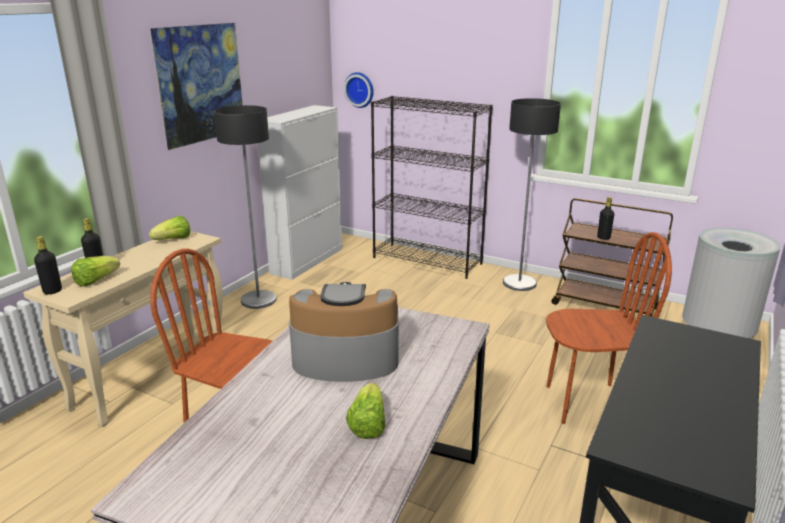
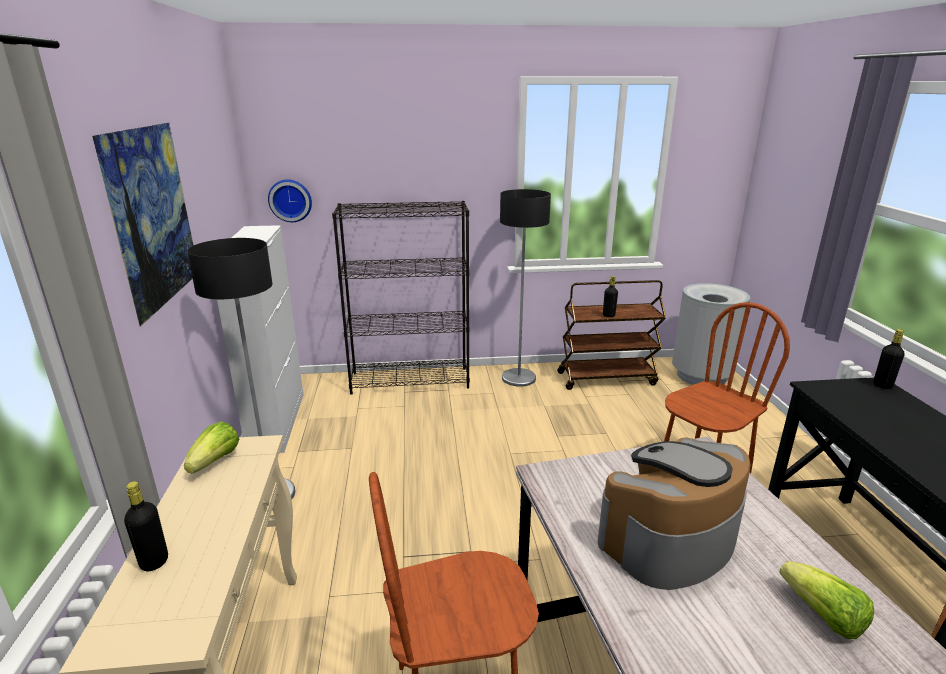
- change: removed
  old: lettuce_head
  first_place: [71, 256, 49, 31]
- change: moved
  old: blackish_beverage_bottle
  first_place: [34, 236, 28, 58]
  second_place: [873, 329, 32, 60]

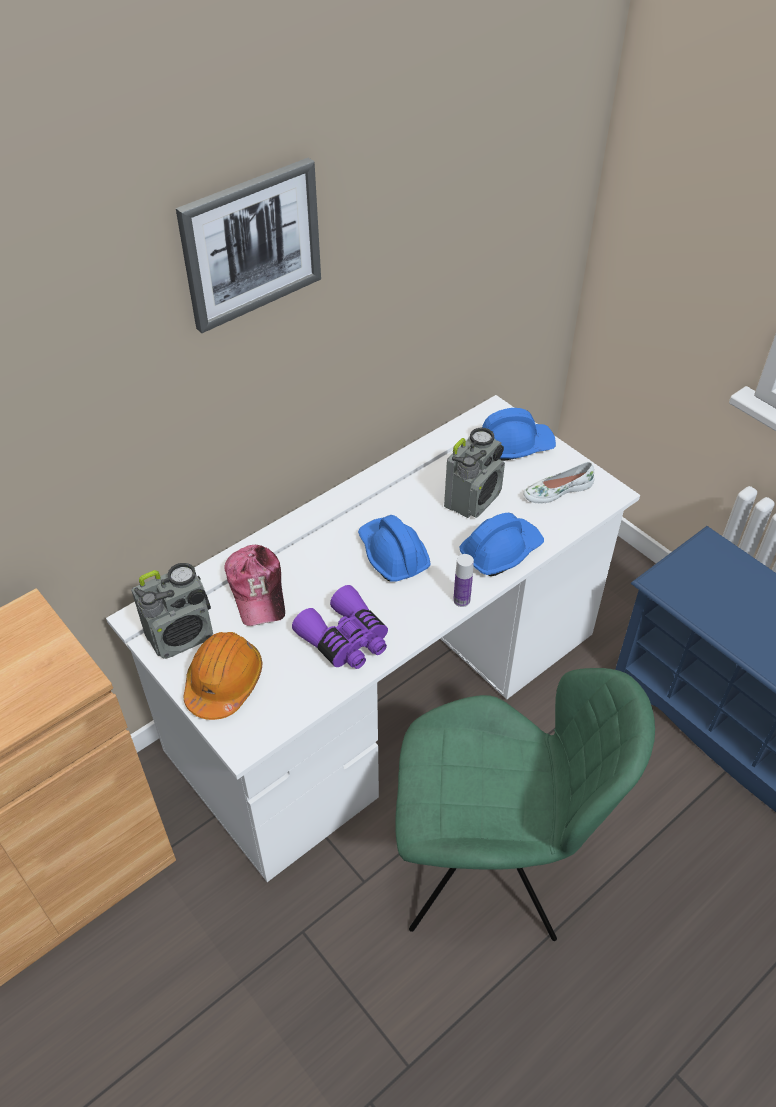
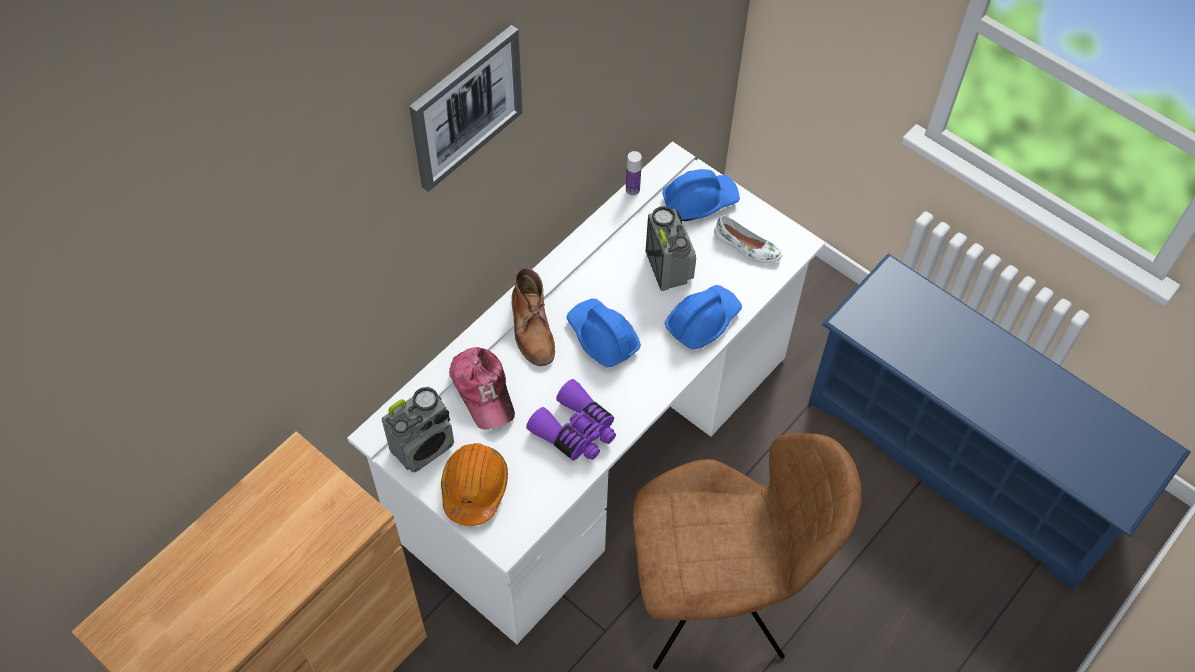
- change: added
  new: brownish_boot
  second_place: [512, 267, 43, 99]
- change: moved
  old: beverage_bottle
  first_place: [453, 554, 21, 53]
  second_place: [626, 151, 16, 45]
- change: recoloured
  old: greenish_chair
  new: brownish_chair
  first_place: [395, 668, 260, 273]
  second_place: [633, 433, 228, 236]
- change: turned
  old: radio
  first_place: [444, 427, 61, 91]
  second_place: [645, 206, 51, 85]
  degrees: -45
- change: turned
  old: white_item_of_footwear
  first_place: [523, 462, 71, 41]
  second_place: [714, 215, 68, 48]
  degrees: -120

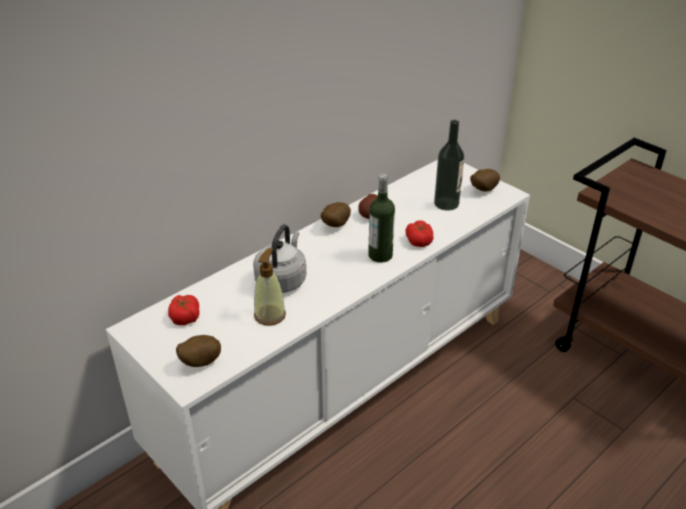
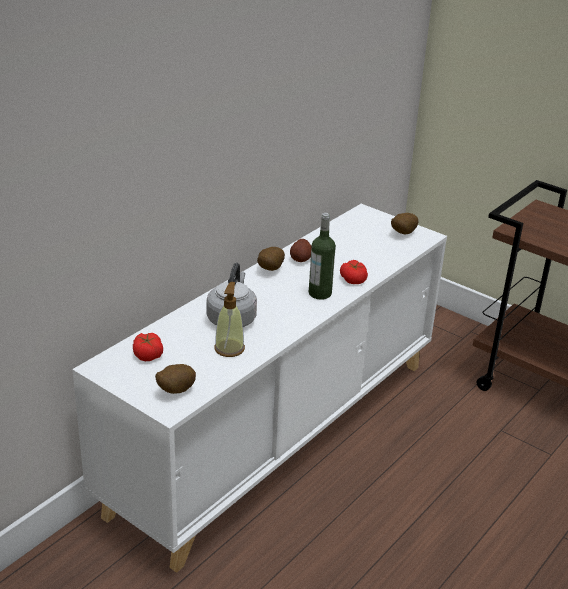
- change: removed
  old: beverage_bottle
  first_place: [434, 120, 30, 91]

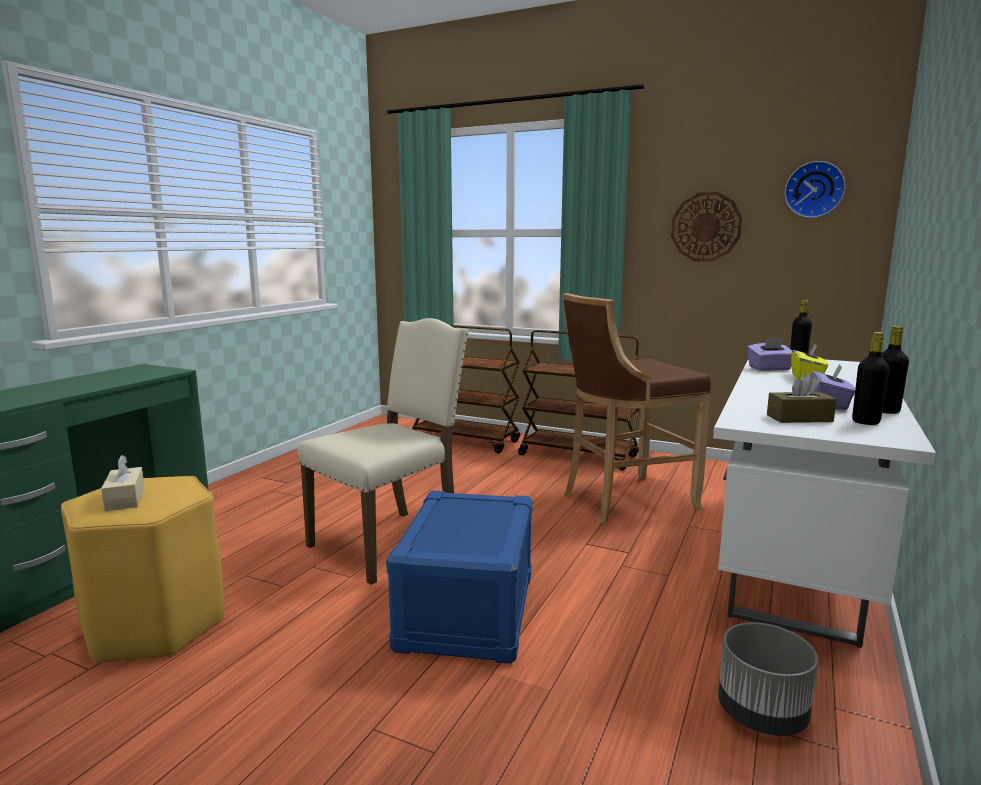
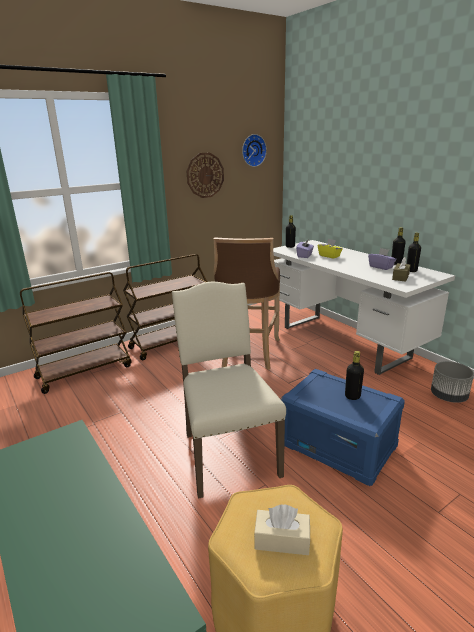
- change: added
  new: blackish_beverage_bottle
  second_place: [345, 351, 19, 49]

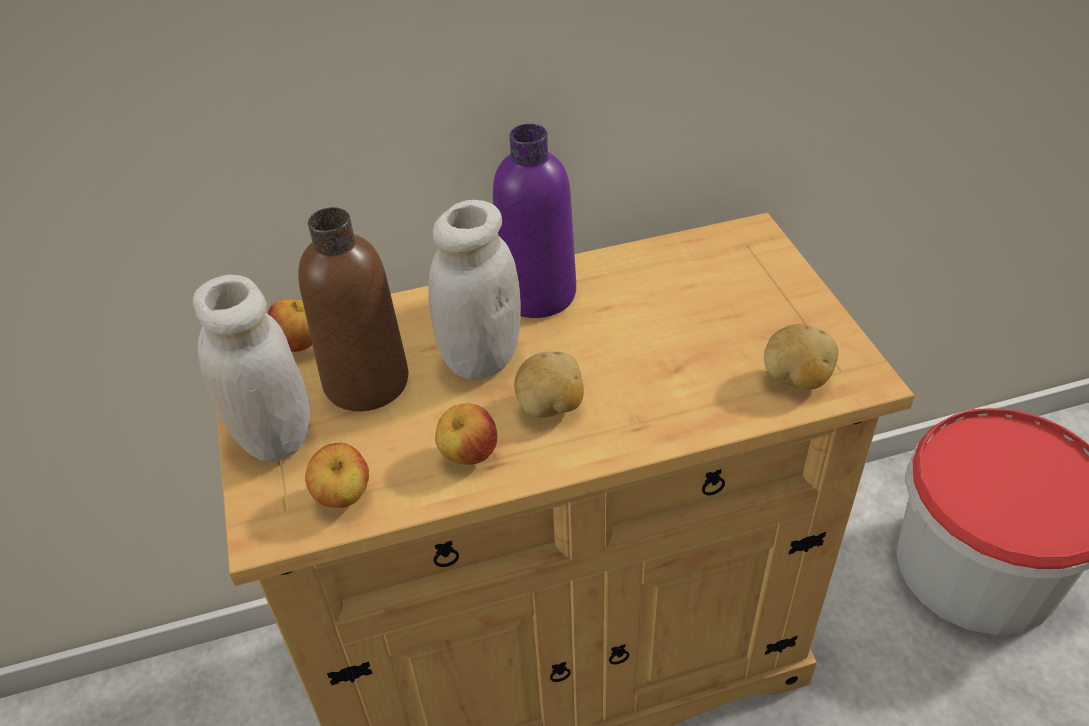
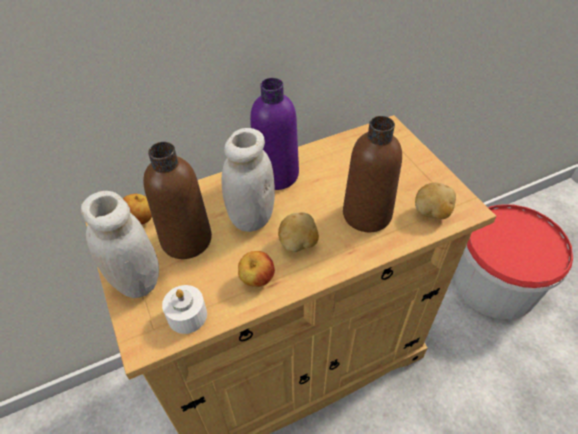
- change: added
  new: brownish_beverage_bottle
  second_place: [343, 116, 59, 116]
- change: replaced
  old: apple
  new: white_wax_light
  first_place: [305, 443, 64, 65]
  second_place: [162, 285, 45, 49]

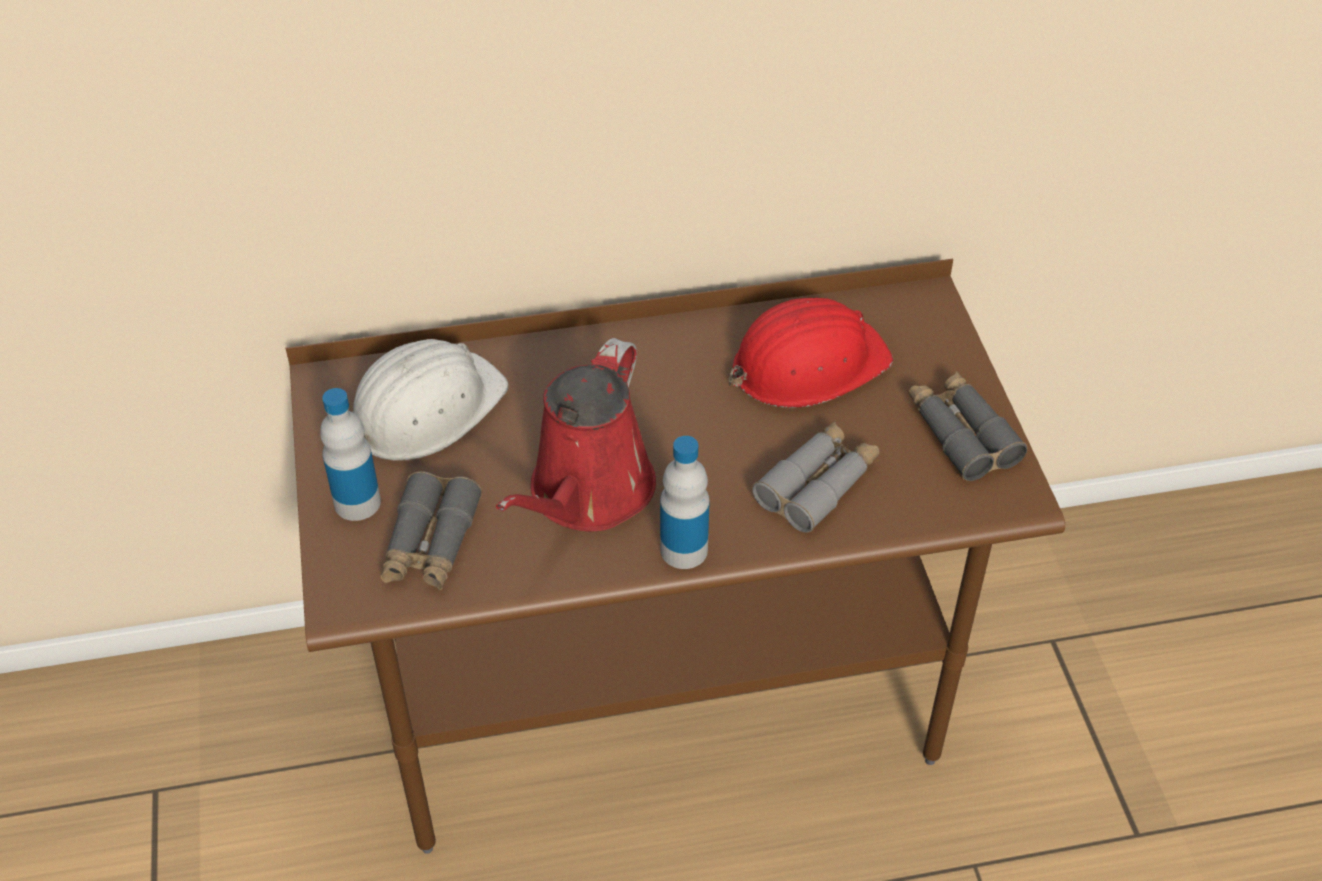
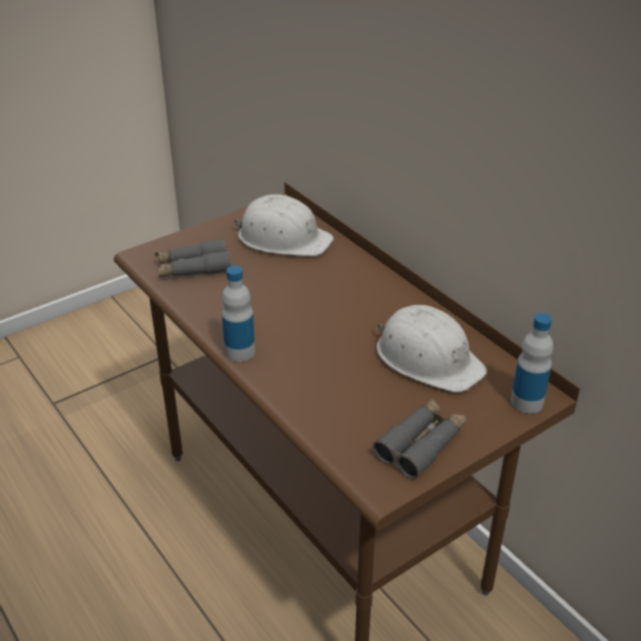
- change: removed
  old: reddish_sprinkling_can
  first_place: [496, 338, 160, 194]
- change: removed
  old: gray_field_glasses
  first_place: [752, 421, 128, 111]
- change: moved
  old: beverage_bottle
  first_place: [320, 388, 61, 133]
  second_place: [511, 313, 42, 101]
- change: recoloured
  old: reddish_safety_helmet
  new: white_safety_helmet
  first_place: [729, 298, 164, 110]
  second_place: [377, 305, 110, 88]

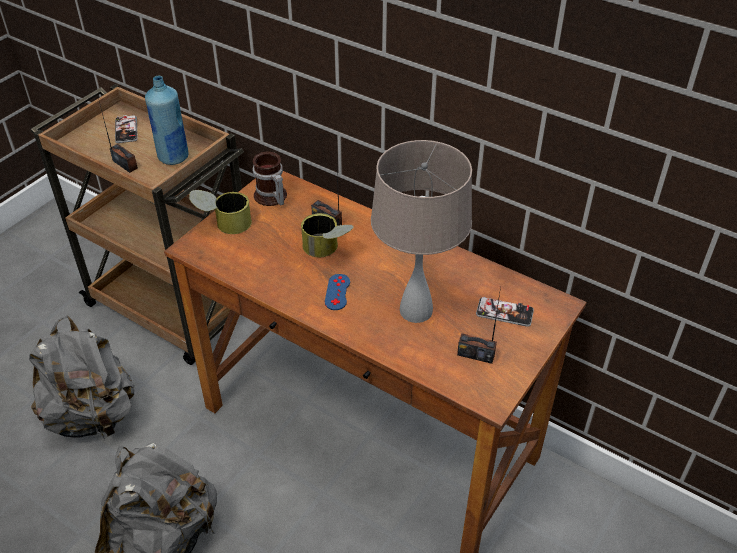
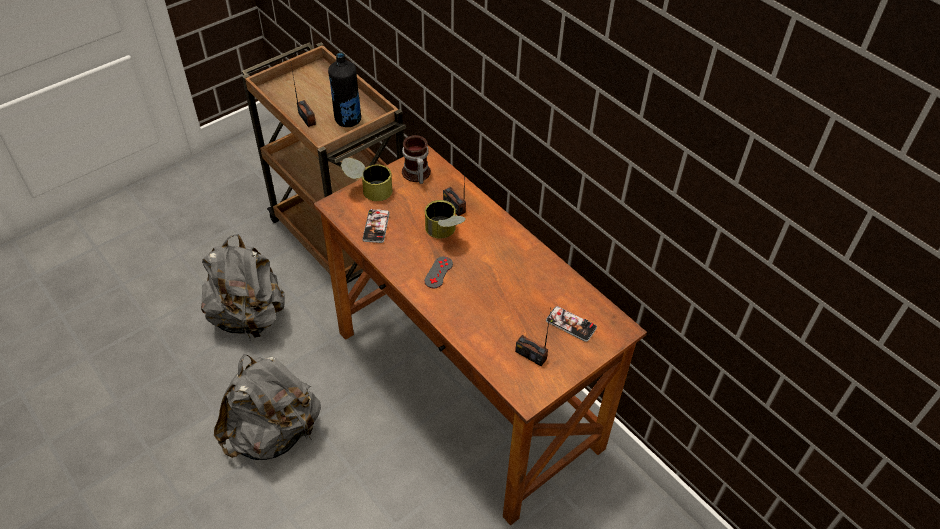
- change: removed
  old: sand-coloured_table_lamp
  first_place: [371, 140, 101, 183]
- change: moved
  old: handset
  first_place: [115, 114, 23, 29]
  second_place: [363, 209, 27, 34]
- change: recoloured
  old: blue-coloured_beverage_bottle
  new: blackish_beverage_bottle
  first_place: [145, 75, 44, 90]
  second_place: [328, 53, 33, 74]
- change: recoloured
  old: blue-coloured_game_controller
  new: gray_game_controller
  first_place: [325, 274, 25, 36]
  second_place: [424, 257, 29, 31]

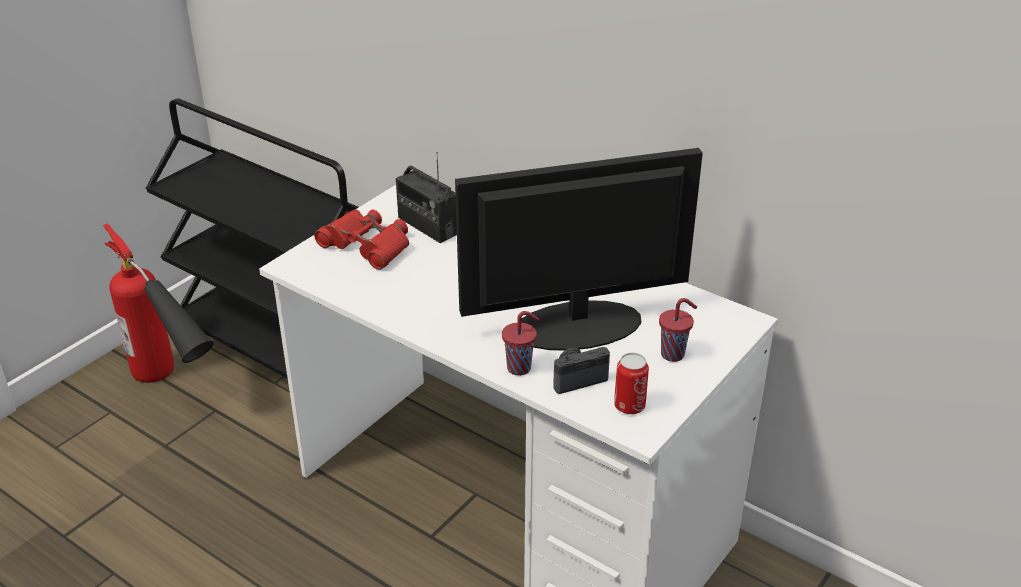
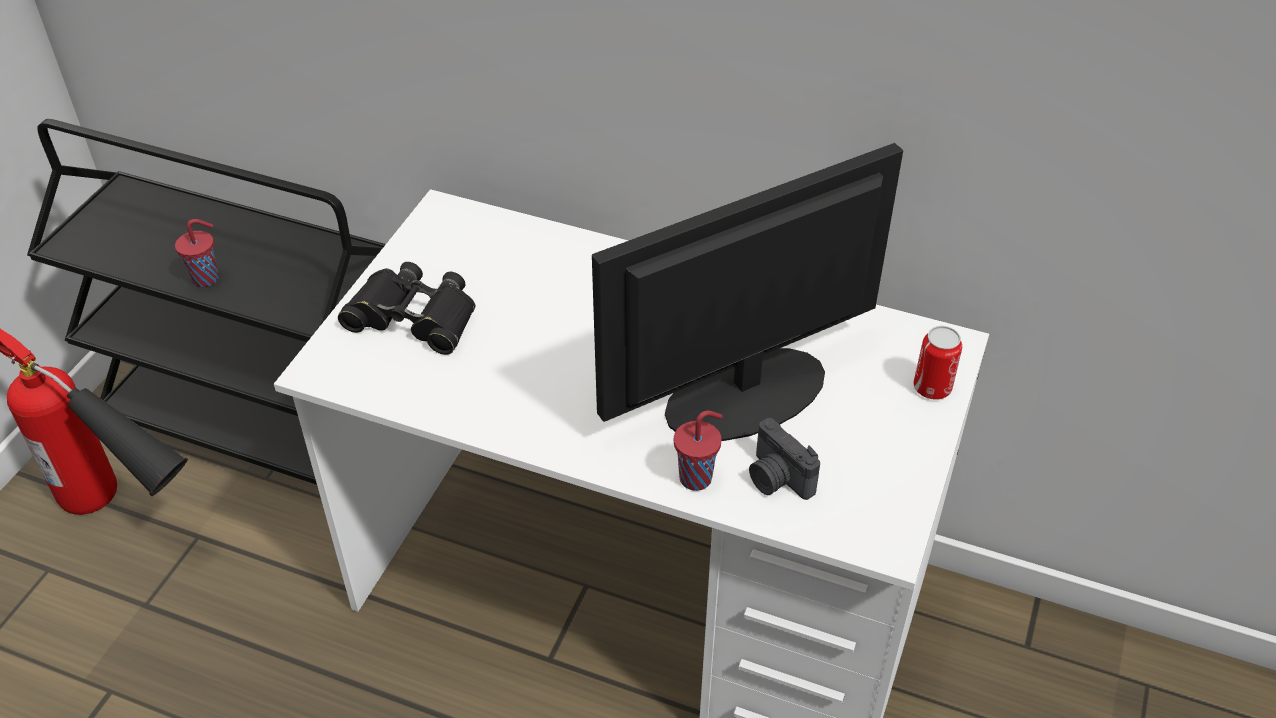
- change: removed
  old: radio
  first_place: [396, 152, 61, 91]
- change: moved
  old: can
  first_place: [614, 353, 35, 61]
  second_place: [914, 326, 48, 74]
- change: moved
  old: reddish_cup
  first_place: [659, 298, 38, 64]
  second_place: [175, 219, 43, 68]
- change: recoloured
  old: reddish_field_glasses
  new: blackish_field_glasses
  first_place: [314, 209, 95, 61]
  second_place: [338, 262, 137, 93]
- change: turned
  old: photo_camera
  first_place: [553, 347, 57, 47]
  second_place: [749, 418, 71, 82]
  degrees: -90

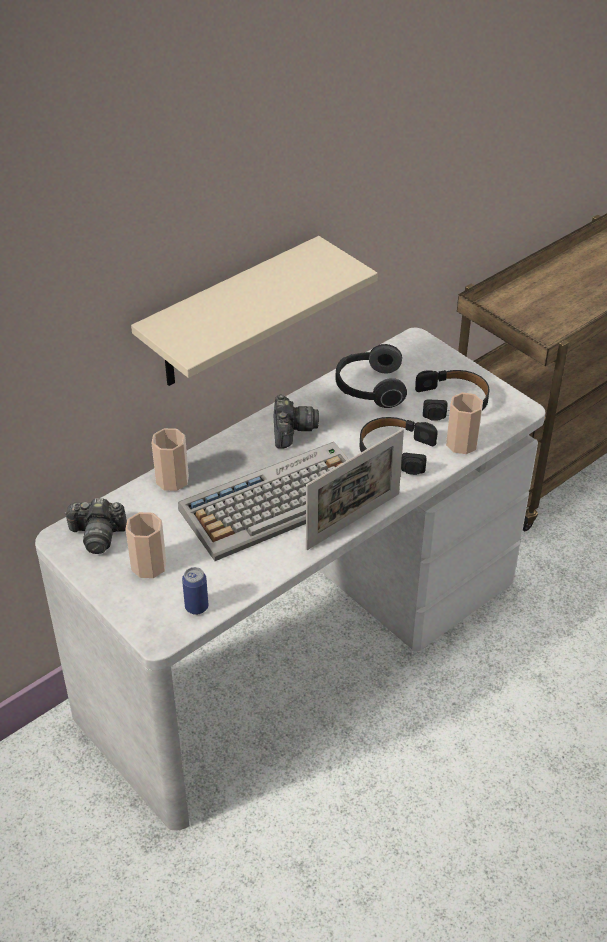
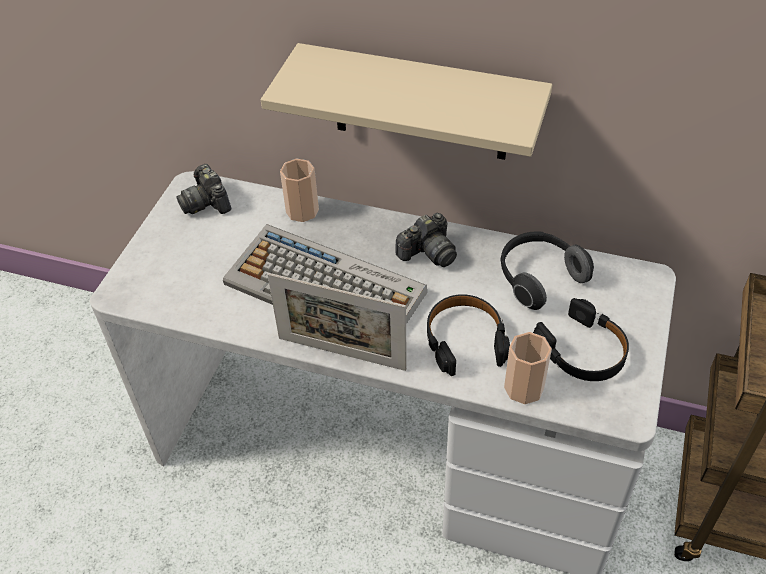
- change: removed
  old: cup
  first_place: [125, 512, 41, 66]
- change: removed
  old: can
  first_place: [182, 567, 26, 48]

